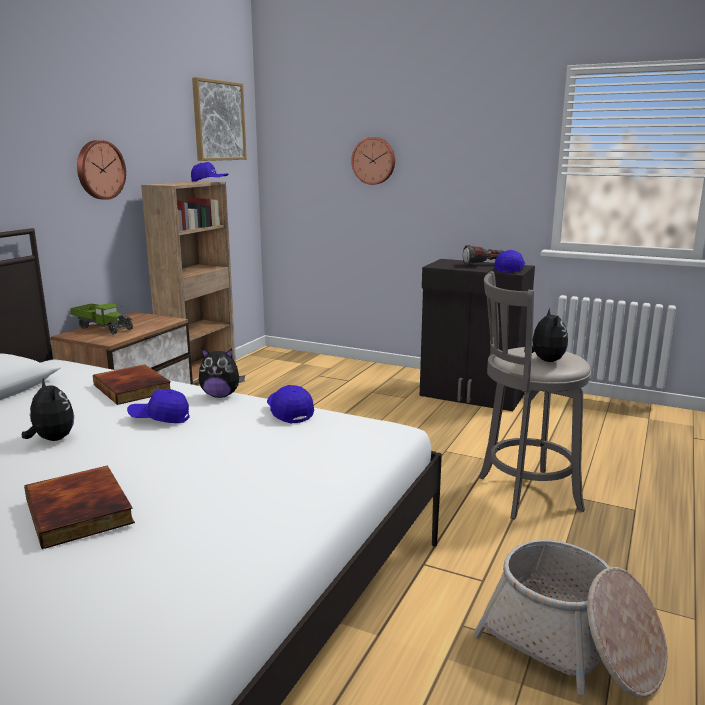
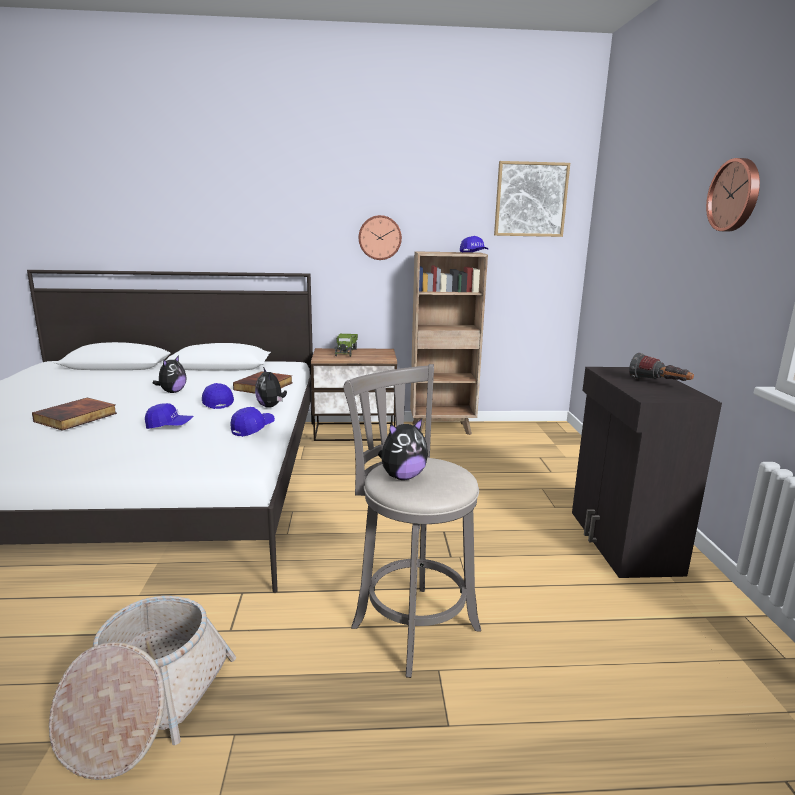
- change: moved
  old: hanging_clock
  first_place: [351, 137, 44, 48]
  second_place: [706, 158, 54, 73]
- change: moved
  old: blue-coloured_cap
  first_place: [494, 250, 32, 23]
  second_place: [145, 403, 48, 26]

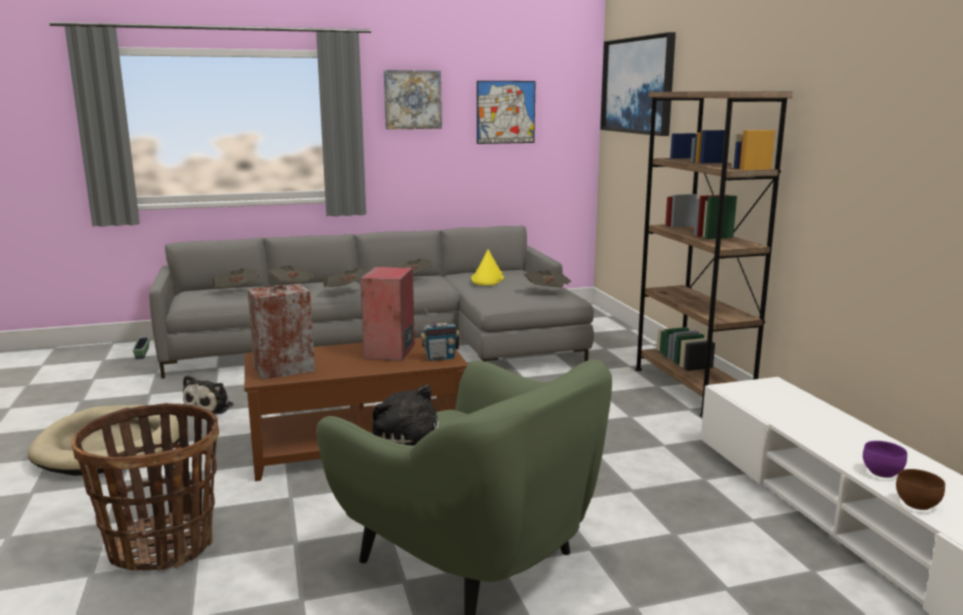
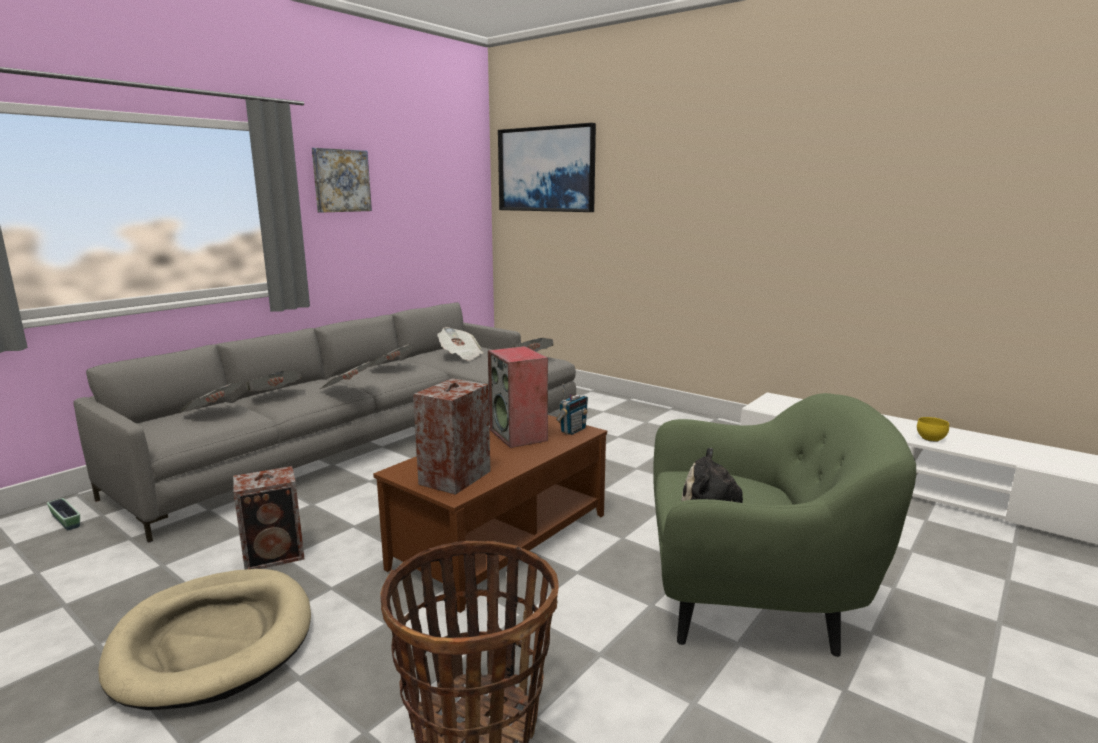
- change: removed
  old: picture
  first_place: [477, 81, 59, 63]
- change: removed
  old: brownish_bookshelf
  first_place: [635, 91, 158, 326]
- change: removed
  old: brownish_bowl
  first_place: [896, 469, 49, 41]
- change: replaced
  old: cuddly_toy
  new: loudspeaker
  first_place: [183, 375, 51, 39]
  second_place: [233, 466, 71, 104]
- change: replaced
  old: yellow_clothing_hat
  new: daily_paper
  first_place: [471, 249, 33, 37]
  second_place: [437, 327, 46, 34]
- change: recoloured
  old: purplish_bowl
  new: yellow_bowl
  first_place: [863, 441, 44, 37]
  second_place: [917, 417, 32, 25]

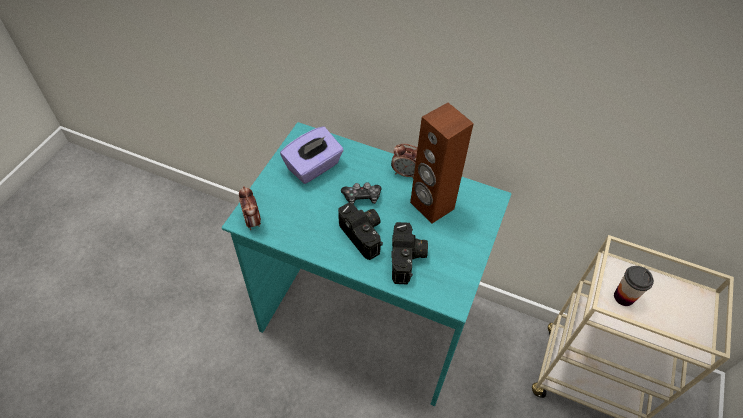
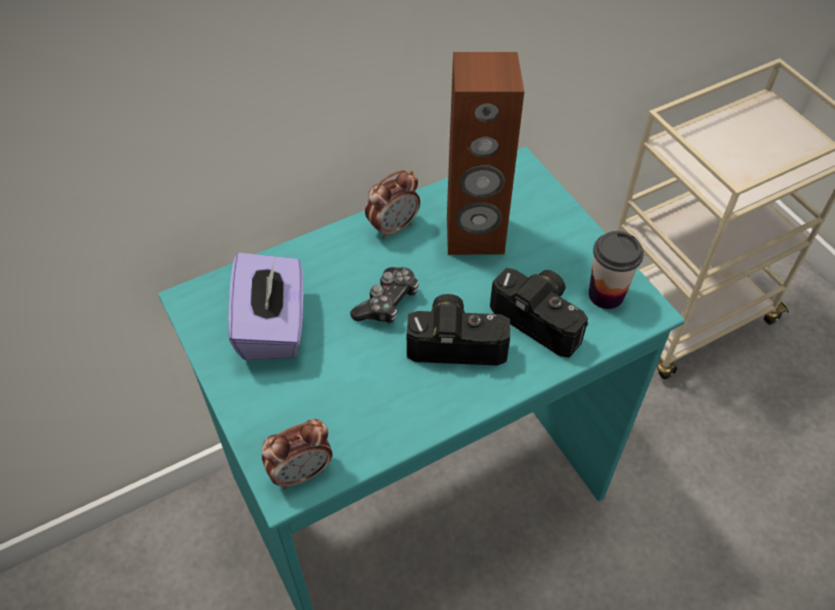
- change: moved
  old: cup
  first_place: [614, 266, 40, 40]
  second_place: [589, 231, 55, 78]
- change: turned
  old: bedside_clock
  first_place: [239, 186, 22, 44]
  second_place: [262, 419, 71, 70]
  degrees: -45

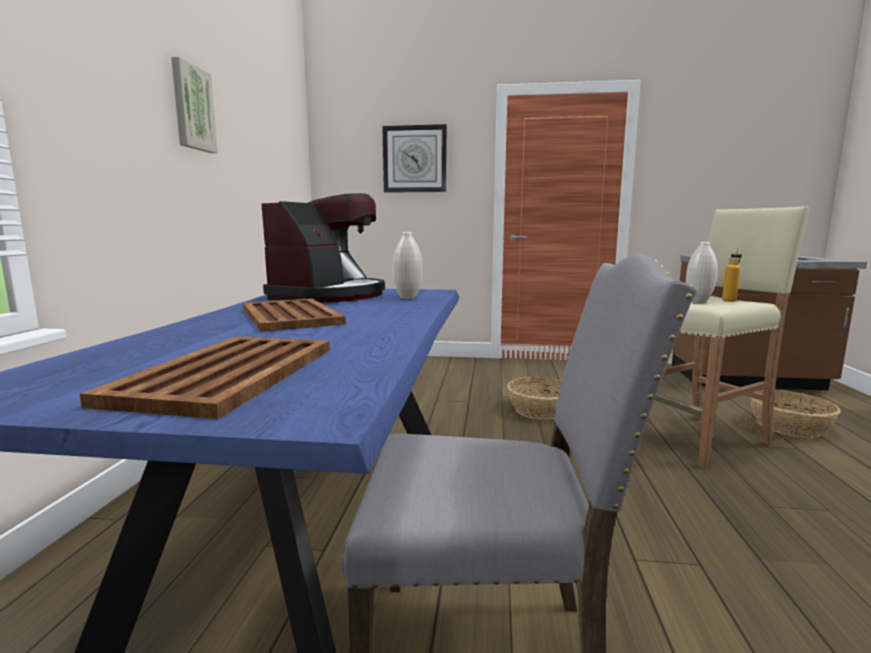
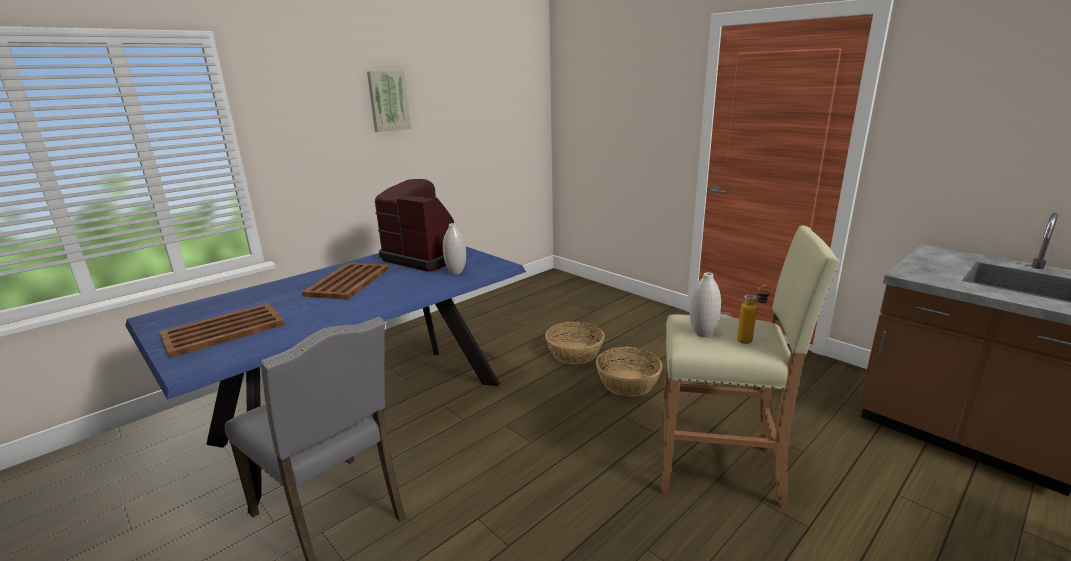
- change: removed
  old: hanging_clock
  first_place: [382, 124, 65, 69]
- change: moved
  old: household_basket
  first_place: [750, 390, 91, 48]
  second_place: [545, 322, 60, 42]
- change: turned
  old: coffee_maker
  first_place: [261, 193, 124, 110]
  second_place: [375, 179, 79, 92]
  degrees: -120

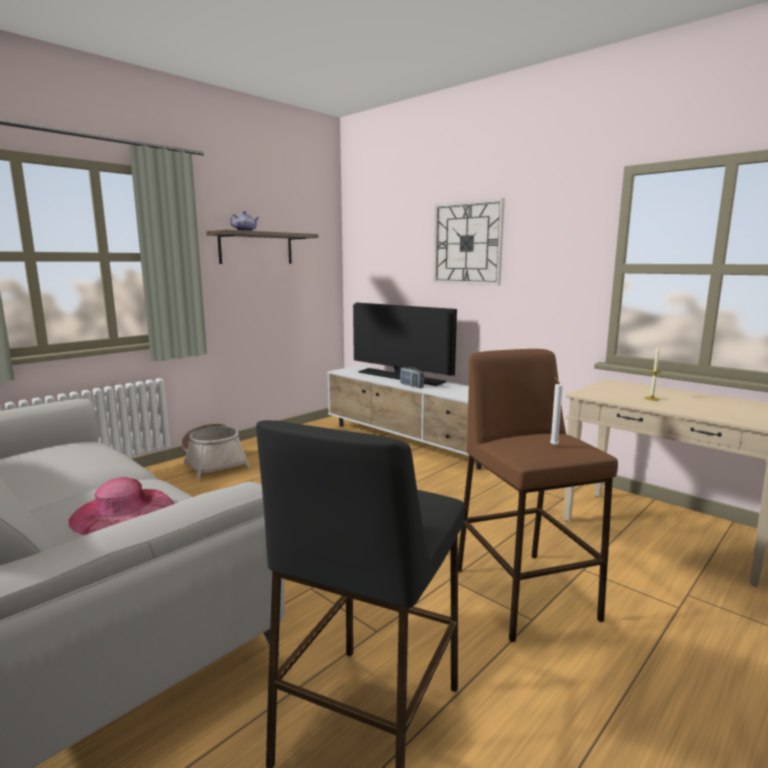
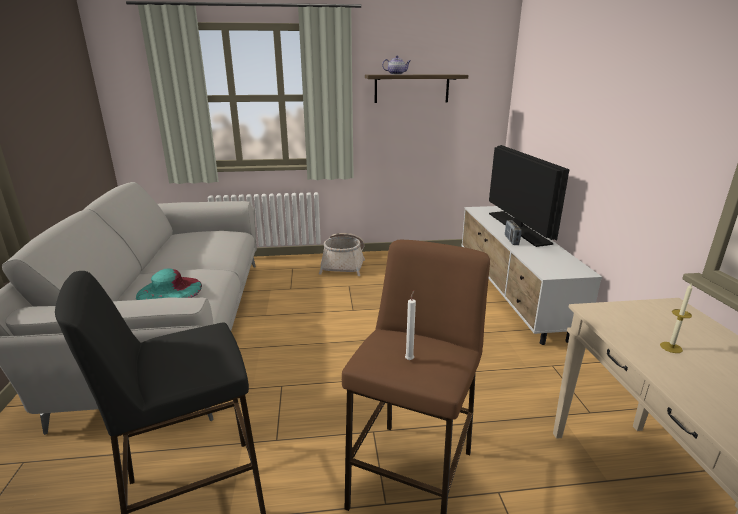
- change: removed
  old: hanging_clock
  first_place: [433, 198, 72, 87]
- change: recoloured
  old: pink_clothing_hat
  new: turquoise_clothing_hat
  first_place: [68, 477, 106, 58]
  second_place: [136, 269, 66, 31]

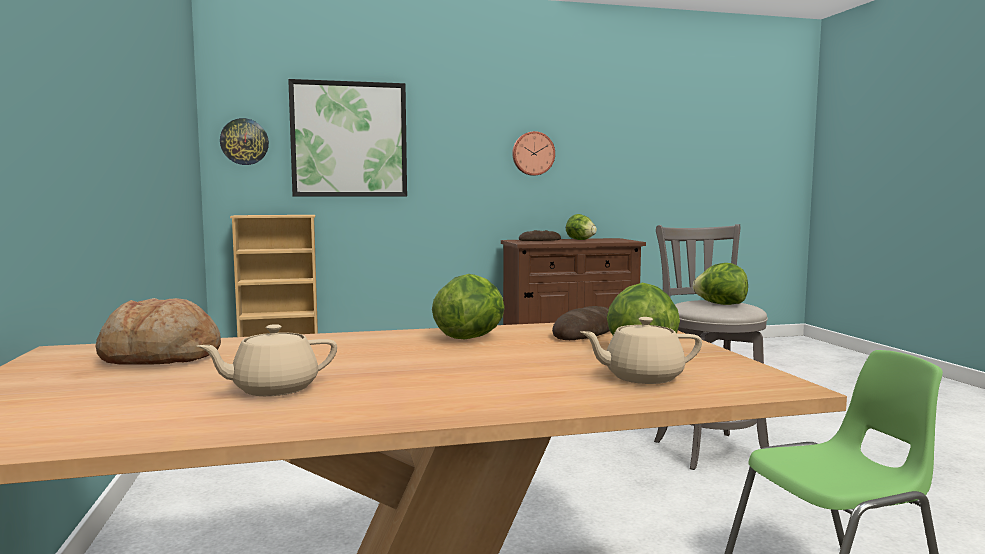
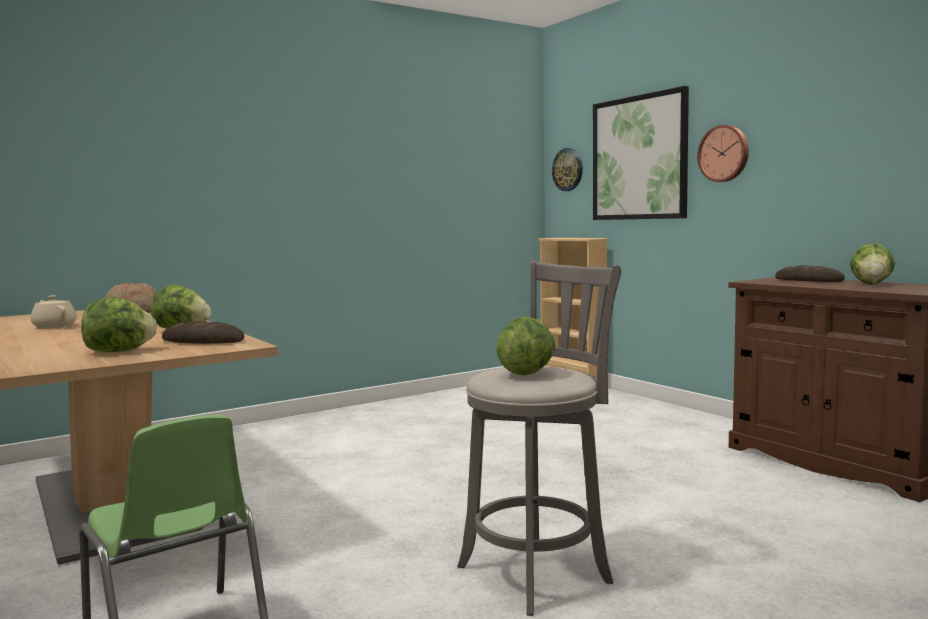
- change: removed
  old: sand-coloured_teapot
  first_place: [580, 317, 122, 67]
- change: moved
  old: hanging_clock
  first_place: [512, 131, 43, 45]
  second_place: [697, 125, 52, 57]

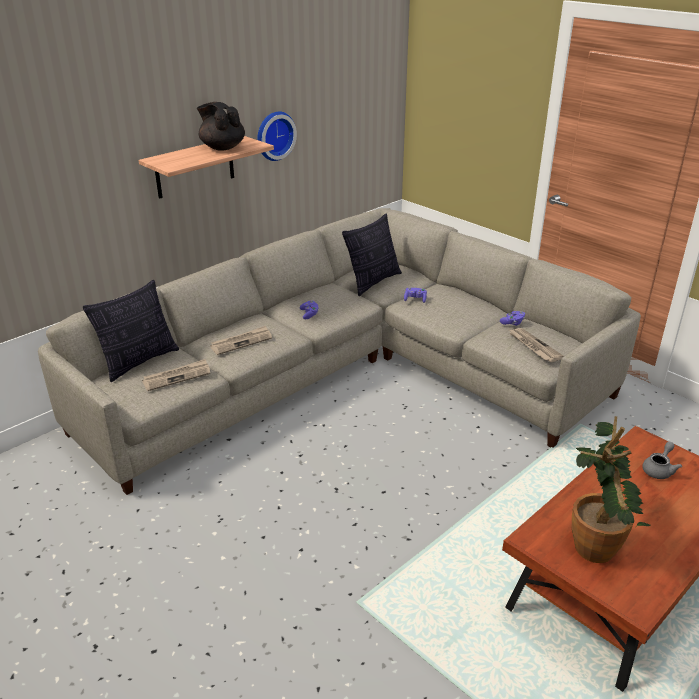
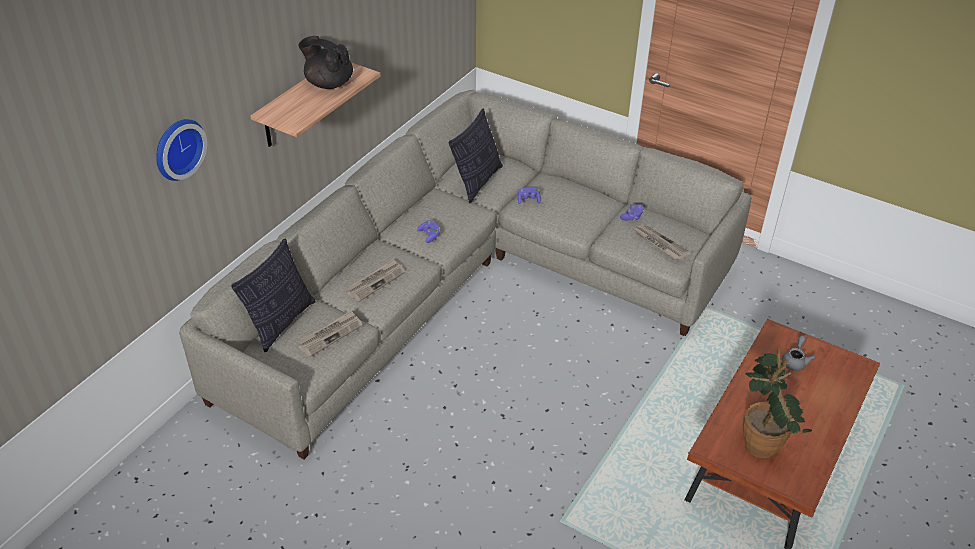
- change: moved
  old: hanging_clock
  first_place: [257, 111, 40, 50]
  second_place: [156, 119, 51, 62]

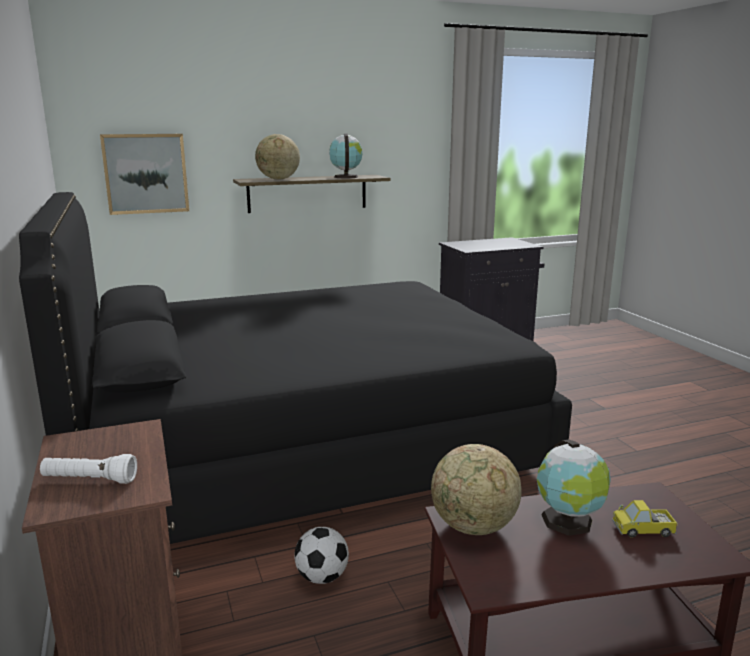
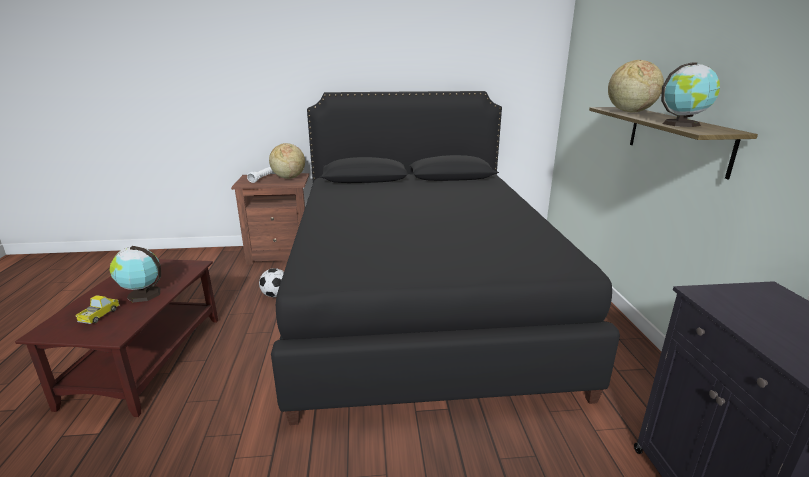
- change: removed
  old: picture
  first_place: [100, 134, 89, 81]
- change: moved
  old: world_globe
  first_place: [431, 444, 91, 91]
  second_place: [269, 143, 36, 36]

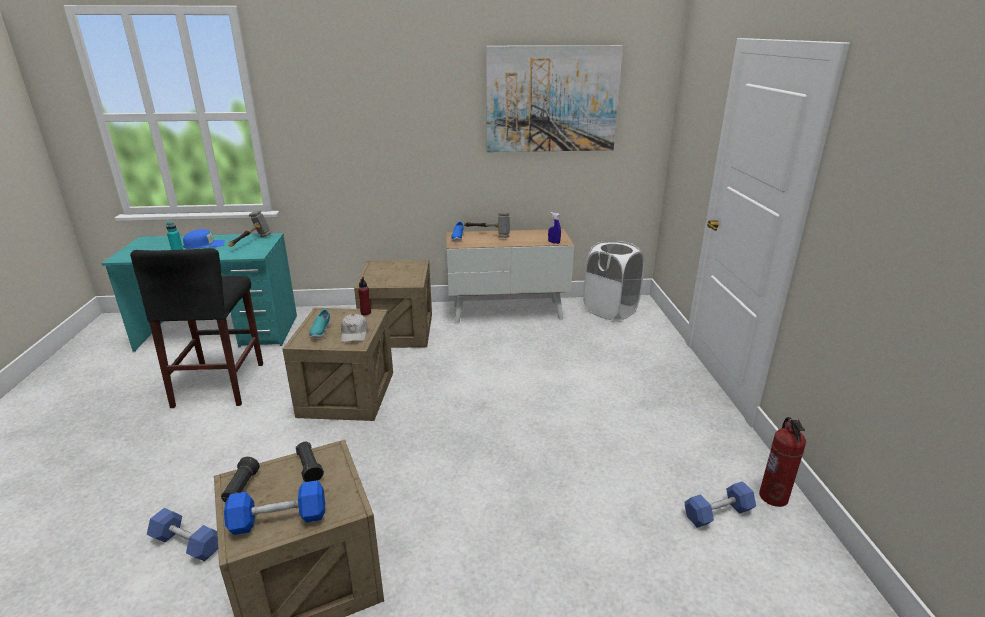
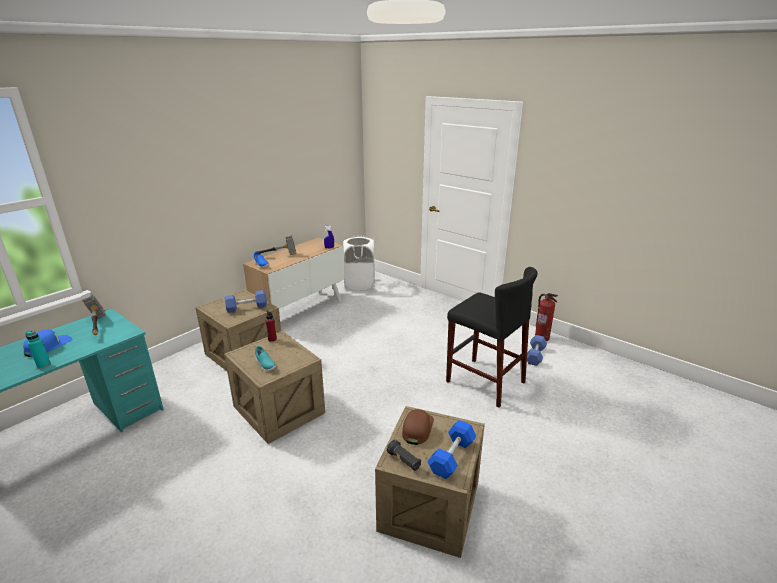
- change: removed
  old: white_cap
  first_place: [341, 314, 27, 28]
- change: removed
  old: picture
  first_place: [486, 45, 137, 107]
- change: moved
  old: blackish_stool_seat
  first_place: [130, 248, 133, 160]
  second_place: [446, 267, 92, 141]
- change: moved
  old: blue-coloured_dumbbell
  first_place: [147, 508, 71, 53]
  second_place: [225, 290, 42, 23]
- change: replaced
  old: blackish_flashlight
  new: brownish_cap
  first_place: [296, 442, 28, 40]
  second_place: [402, 409, 32, 36]

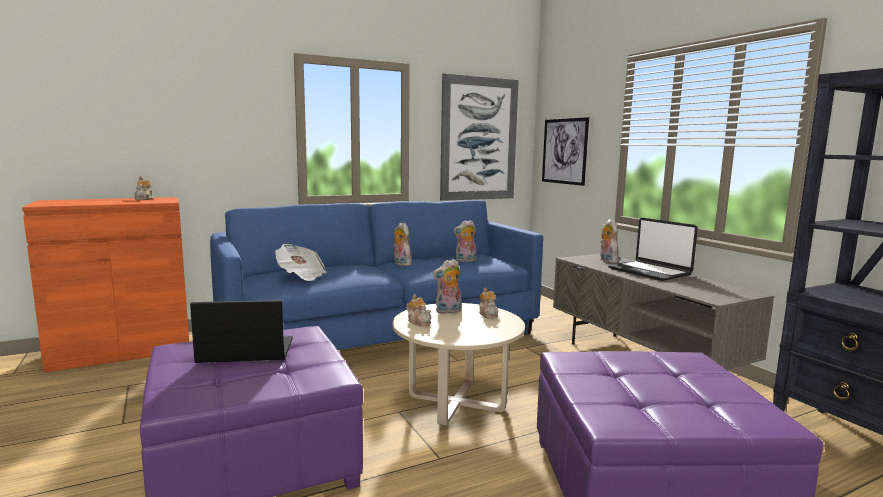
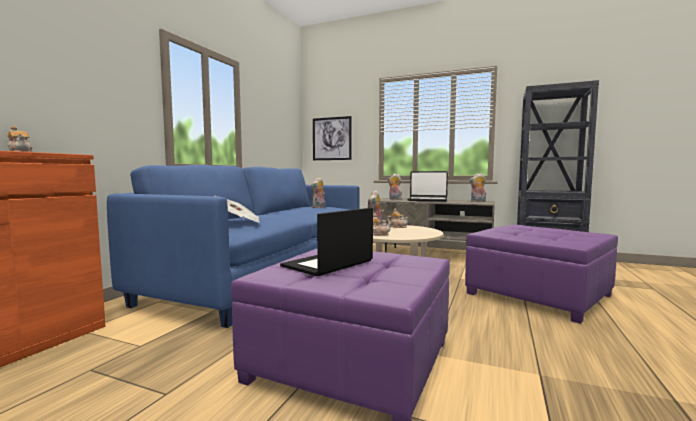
- change: removed
  old: picture
  first_place: [440, 73, 79, 128]
- change: moved
  old: cuddly_toy
  first_place: [393, 223, 19, 43]
  second_place: [469, 173, 17, 29]

